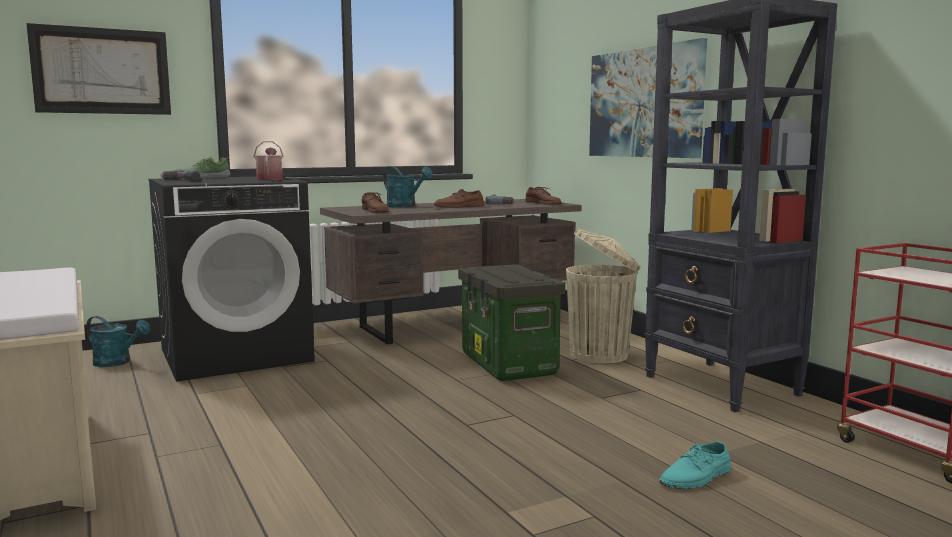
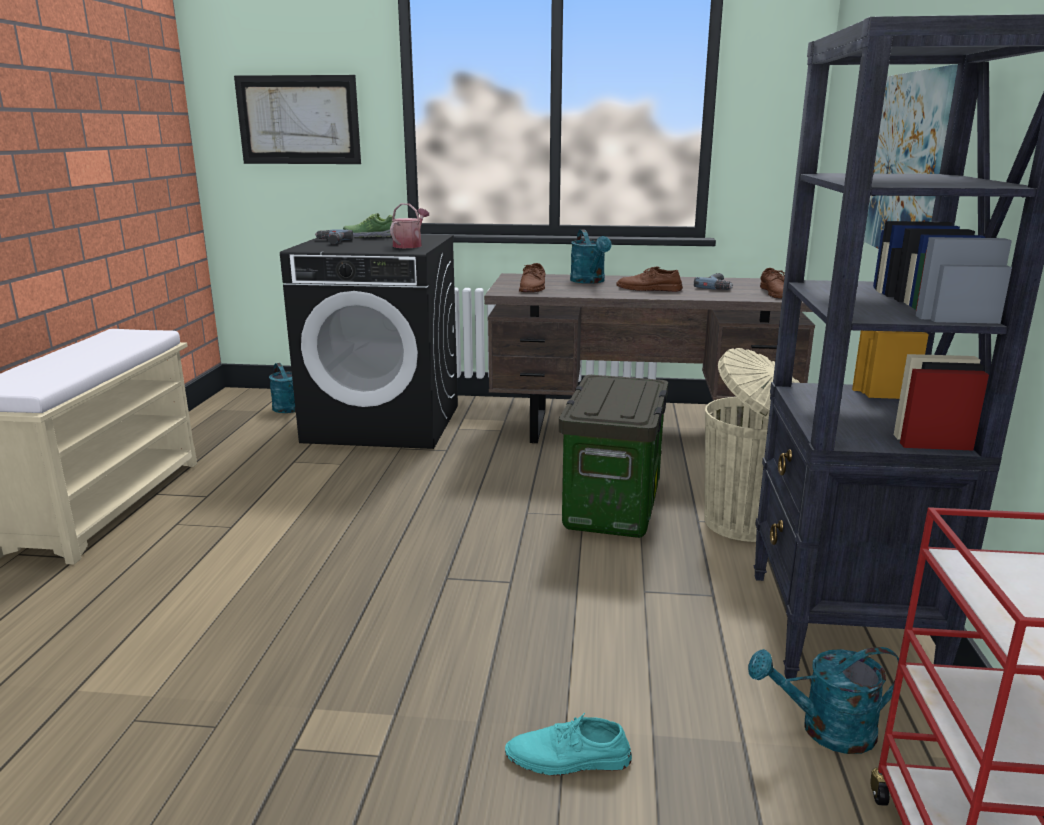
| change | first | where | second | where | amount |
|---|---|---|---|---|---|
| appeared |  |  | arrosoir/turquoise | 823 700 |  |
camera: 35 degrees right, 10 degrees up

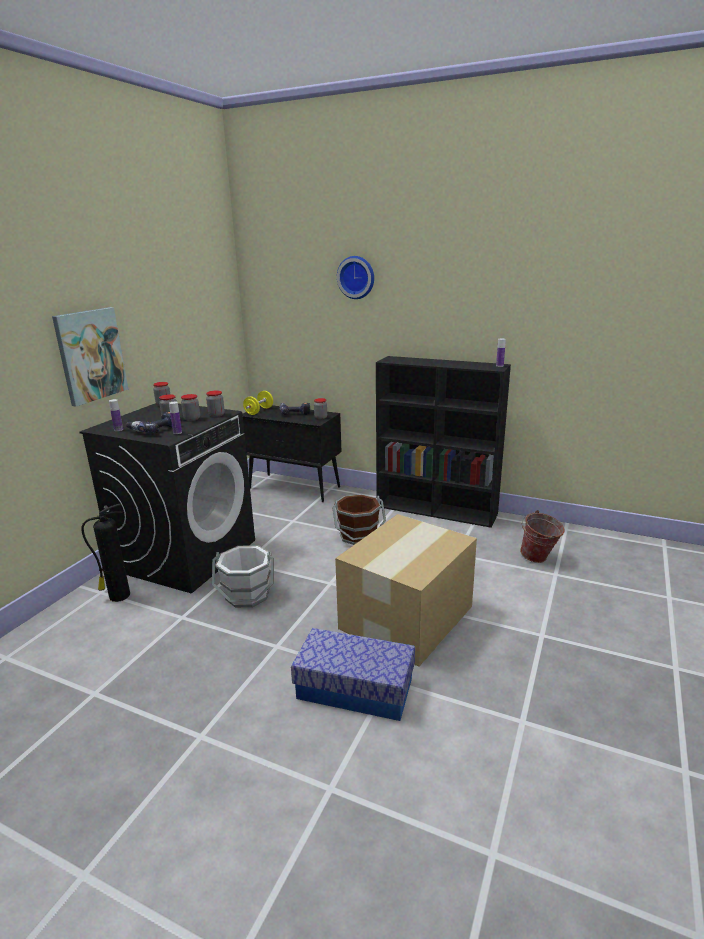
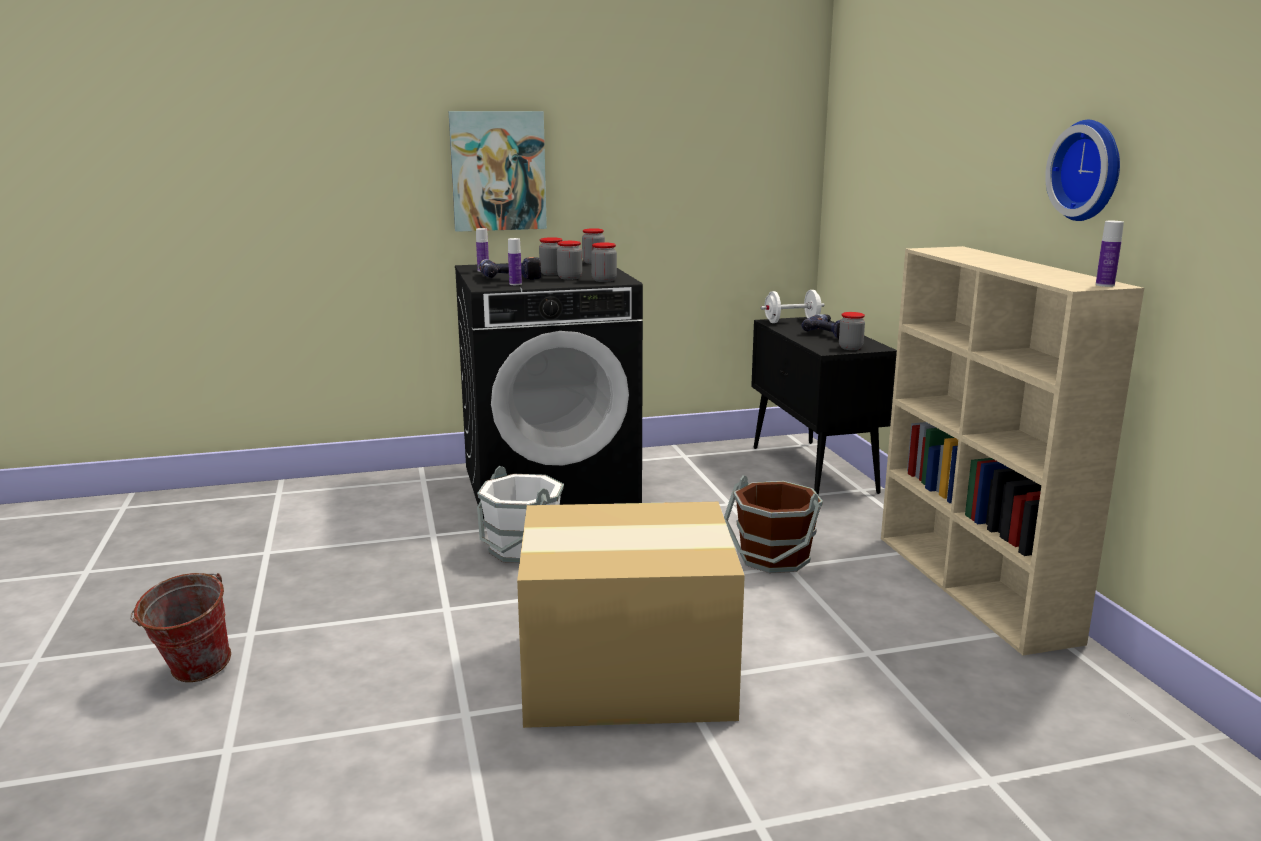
| change | first | where | second | where | amount |
|---|---|---|---|---|---|
| missing | extincteur | 105 553 |  |  |  |
| colour | haltère/jaune | 258 403 | haltère/blanc | 792 306 |  |
| missing | boîte de rangement | 353 674 |  |  |  |
| relocated | horloge murale | 355 277 |  | 1082 170 |  |
| colour | bibliothèque/noir | 443 442 | bibliothèque/beige | 1012 450 |  |
| relocated | seau | 542 536 |  | 180 627 |  |
camera: 50 degrees right, 5 degrees down

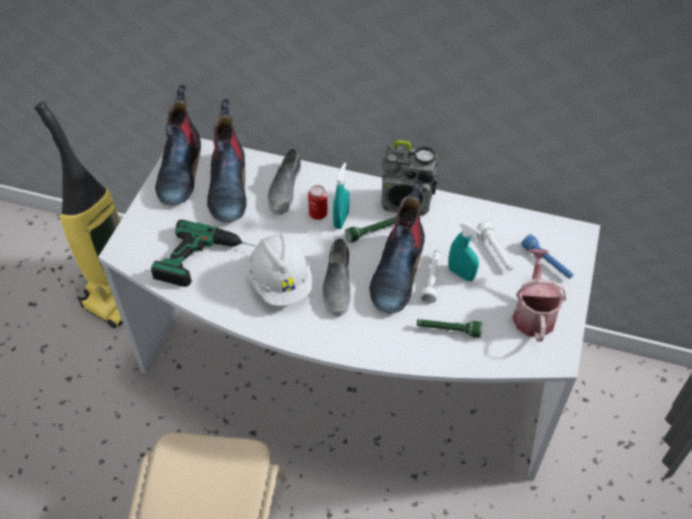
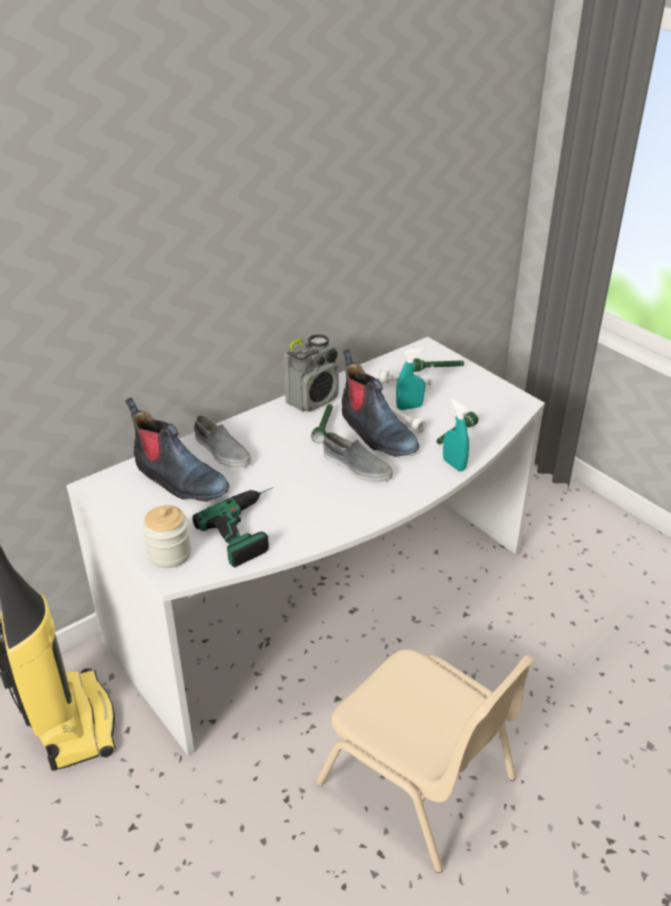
| change | first | where | second | where | amount |
|---|---|---|---|---|---|
| missing | botte | 178 145 |  |  |  |
| missing | casque de chantier/blanc | 280 270 |  |  |  |
| missing | boîte métallique | 318 202 |  |  |  |
| relocated | vaporisateur/turquoise | 341 196 |  | 456 435 |  |
| missing | arrosoir | 539 295 |  |  |  |
| colour | lampe de poche/bleu | 547 256 | lampe de poche/vert | 438 365 |  |
| appeared |  |  | bocal | 166 536 |  |
camera: 55 degrees left, 15 degrees down

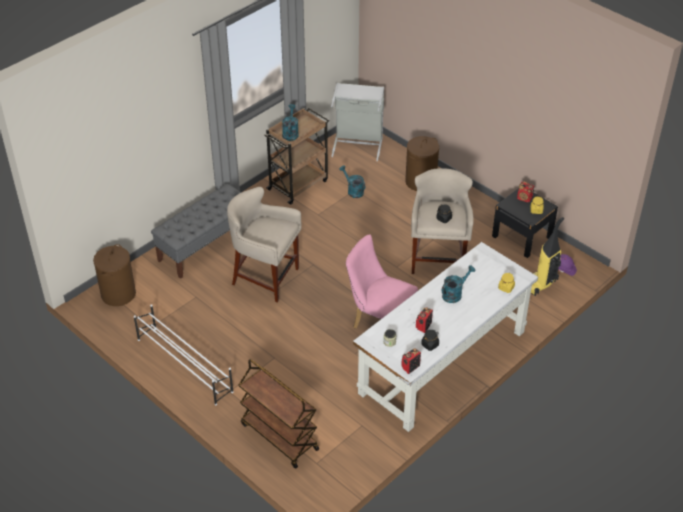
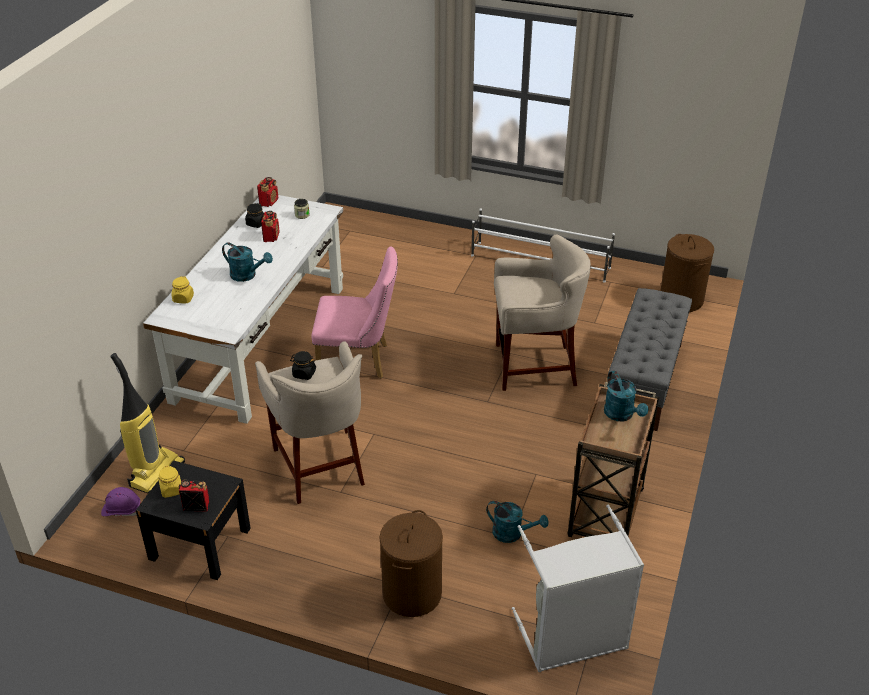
| change | first | where | second | where | amount |
|---|---|---|---|---|---|
| missing | chariot/marron | 279 414 |  |  |  |
| spun | arrosoir/turquoise | 459 284 |  | 247 262 | 90 degrees counterclockwise |
camera: 155 degrees right, 5 degrees down

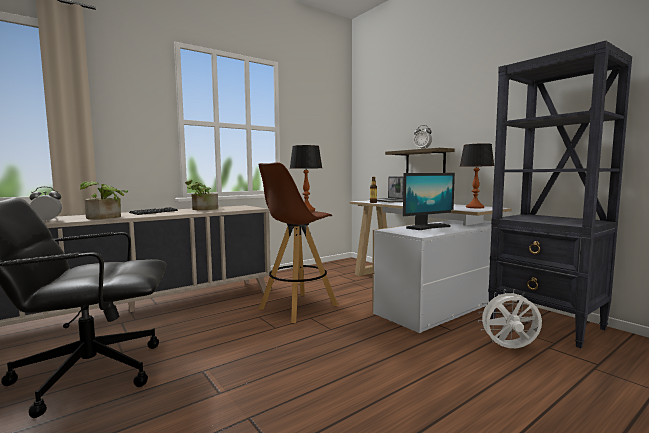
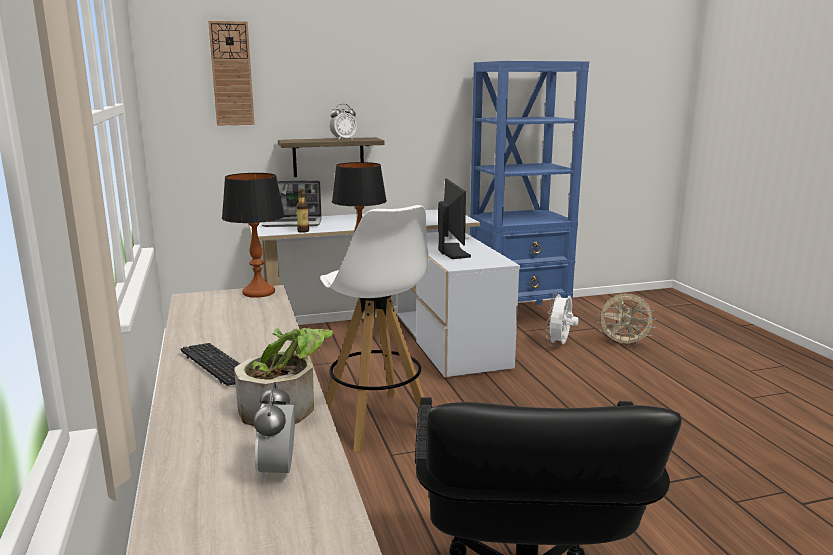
| change | first | where | second | where | amount |
|---|---|---|---|---|---|
| missing | plante en pot | 201 195 |  |  |  |
| colour | tabouret/marron | 298 242 | tabouret/blanc | 374 328 |  |
| relocated | lampe de table | 477 175 |  | 253 235 |  |
| colour | bibliothèque/noir | 560 194 | bibliothèque/bleu | 529 183 |  |
| appeared |  |  | horloge murale | 231 73 |  |
| appeared |  |  | ventilateur/beige | 626 320 |  |
camera: 70 degrees left, 10 degrees up

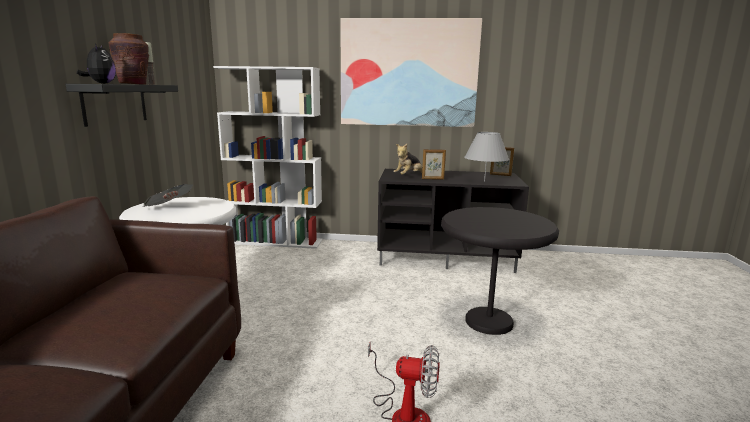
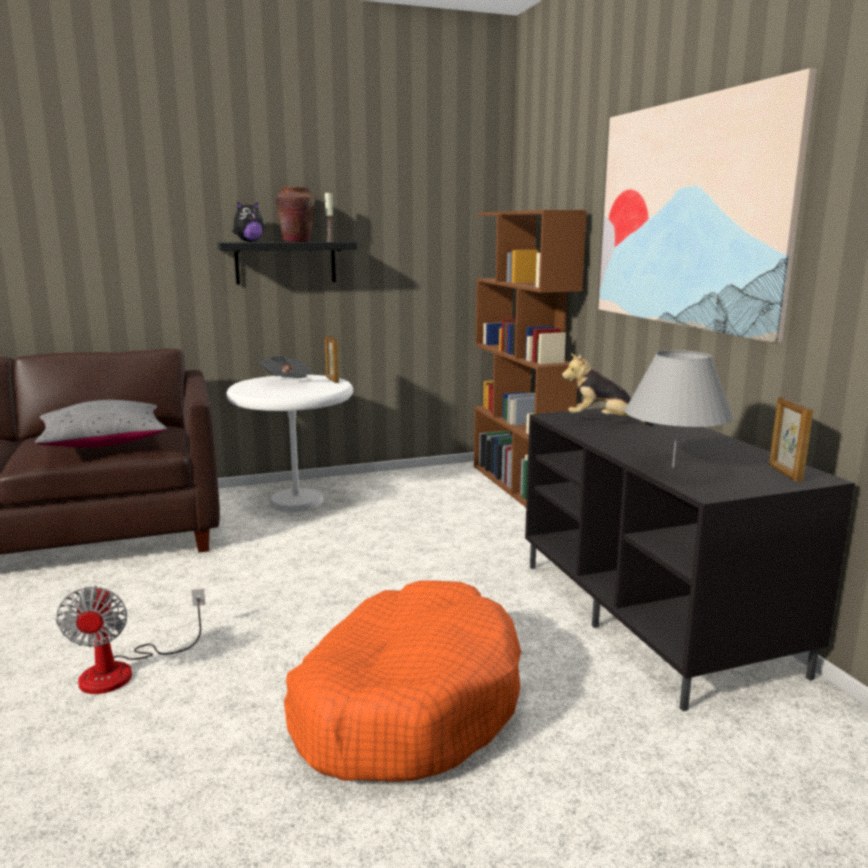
| change | first | where | second | where | amount |
|---|---|---|---|---|---|
| colour | bibliothèque/blanc | 268 157 | bibliothèque/marron | 530 358 |  |
| relocated | cadre photo | 434 164 |  | 332 359 |  |
| exchanged | table d'appoint/noir | 500 271 | panier pour chien/orange | 402 681 |  |
| appeared |  |  | coussin/gris | 101 424 |  |
camera: 65 degrees right, 0 degrees up

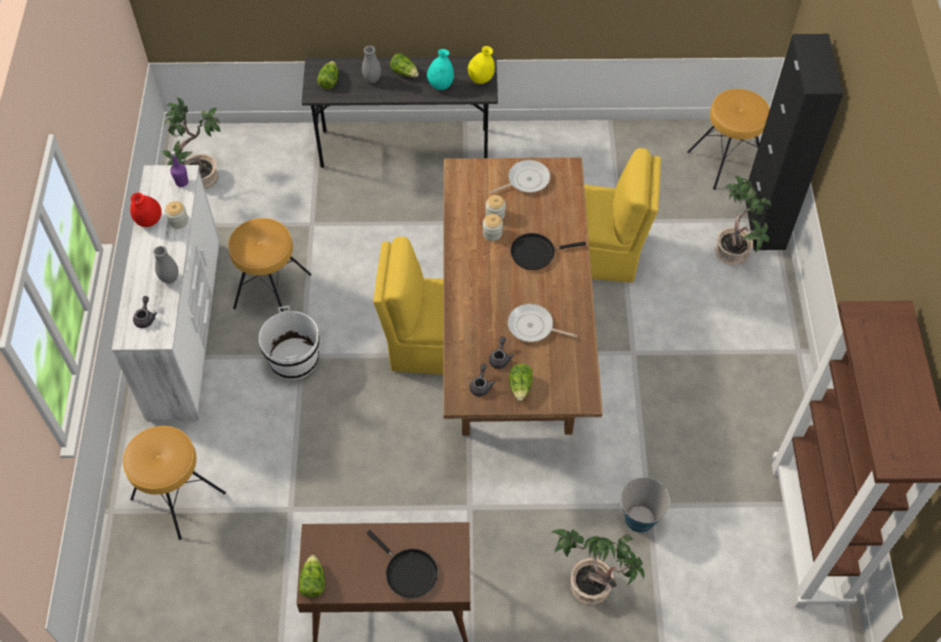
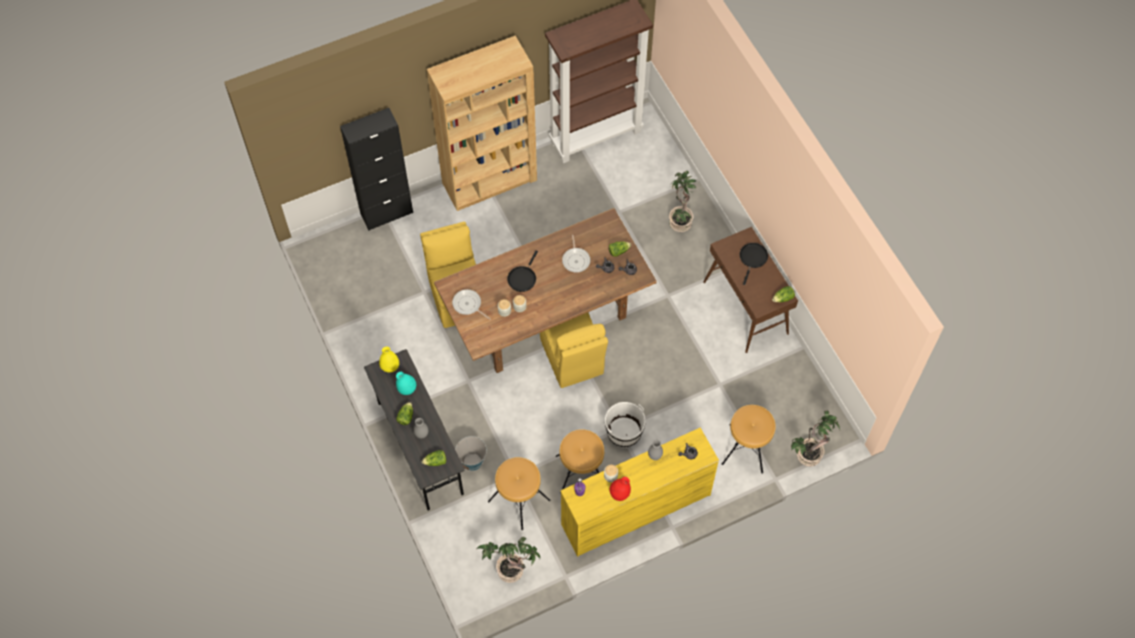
| change | first | where | second | where | amount |
|---|---|---|---|---|---|
| colour | commode/blanc | 166 292 | commode/jaune | 639 492 |  |
| spun | poêle/noir | 548 251 |  | 522 271 | 60 degrees clockwise |
| relocated | seau | 644 505 |  | 471 453 |  |
| relocated | tabouret/marron | 728 139 |  | 519 493 |  |
| relocated | plante en pot | 743 220 |  | 815 439 |  |
| appeared |  |  | bibliothèque/marron | 482 123 |  |
camera: 115 degrees left, 5 degrees up

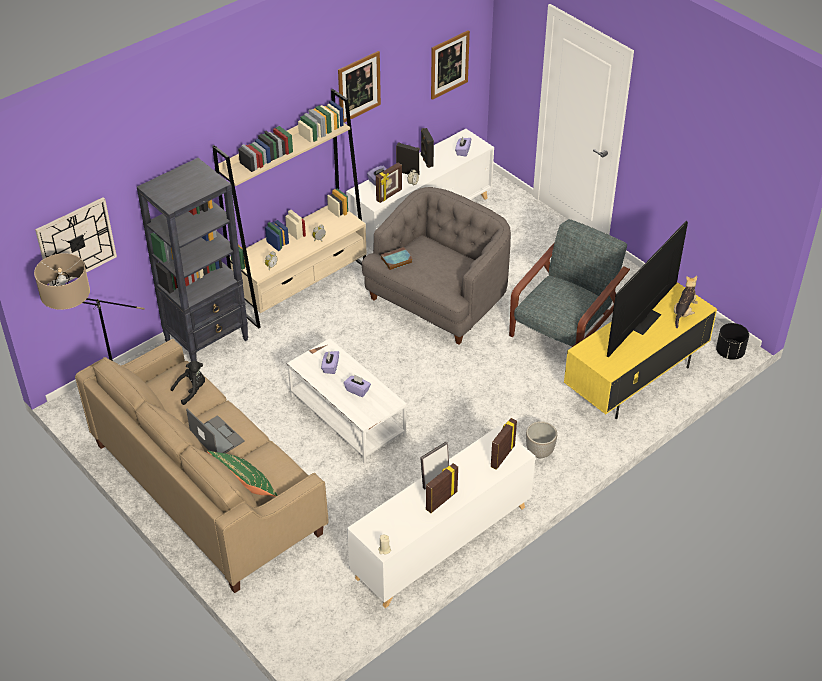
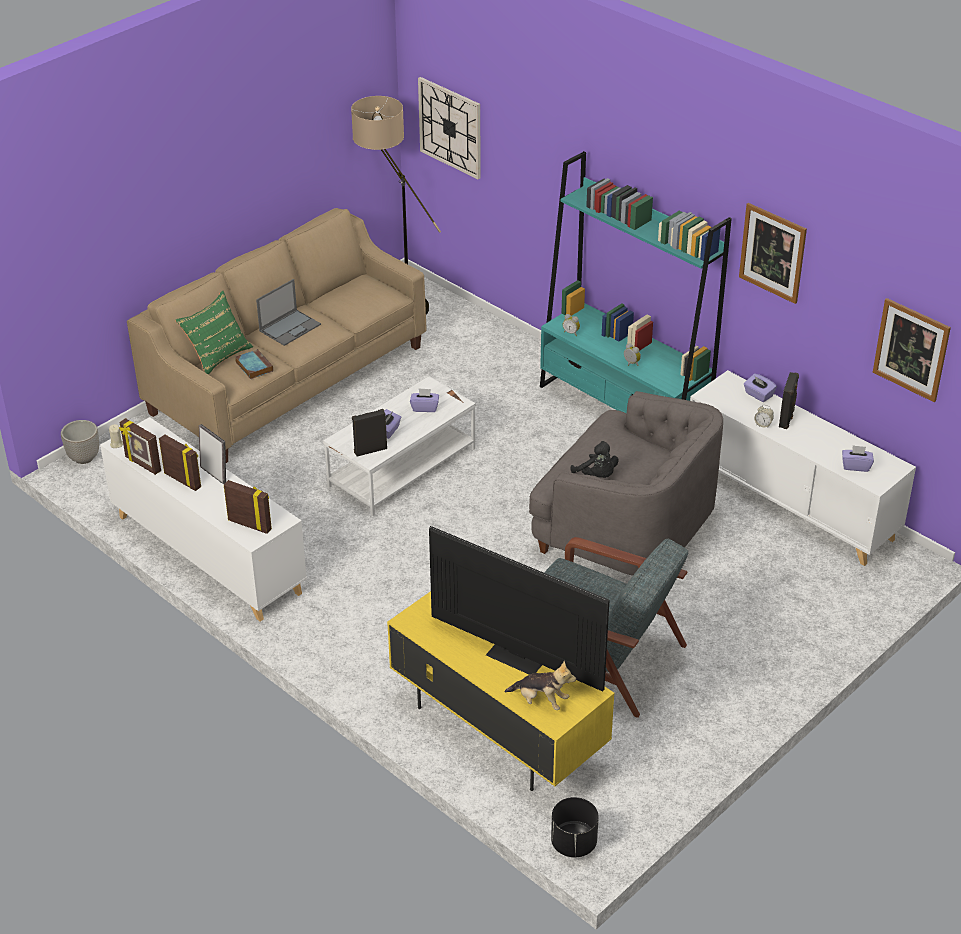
| change | first | where | second | where | amount |
|---|---|---|---|---|---|
| missing | bibliothèque/noir | 192 259 |  |  |  |
| relocated | peluche/noir | 188 383 |  | 594 459 |  |
| colour | bibliothèque/beige | 289 209 | bibliothèque/turquoise | 635 282 |  |
| relocated | cadre photo | 389 183 |  | 140 446 |  |
| relocated | livre | 397 258 |  | 254 364 |  |
| relocated | enceinte/noir | 427 148 |  | 369 433 |  |
| relocated | cache-pot | 541 439 |  | 80 442 |  |
camera: 85 degrees right, 5 degrees down

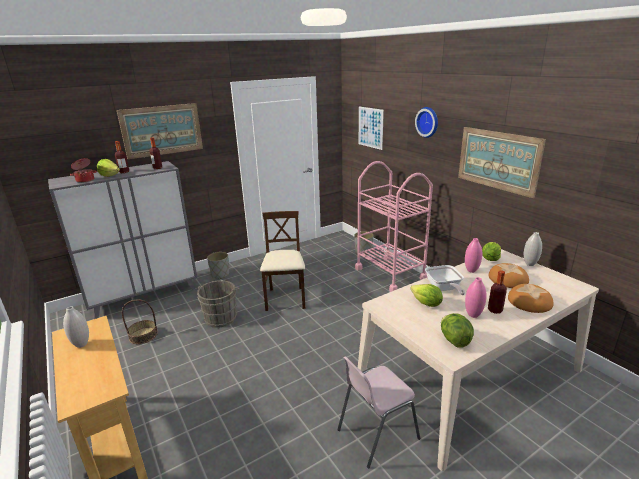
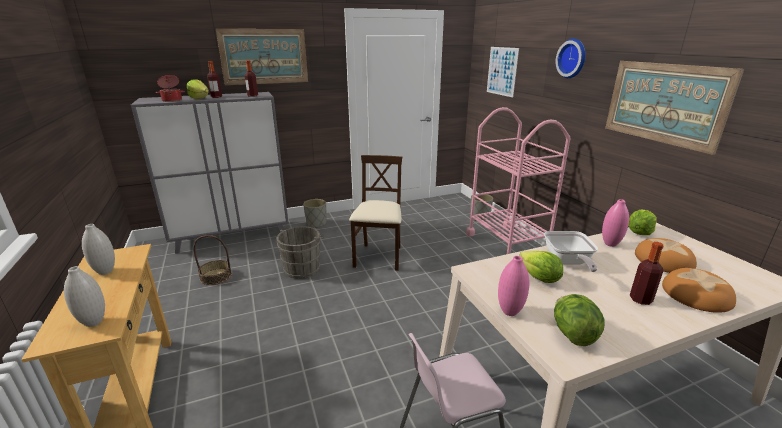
| change | first | where | second | where | amount |
|---|---|---|---|---|---|
| relocated | vase/rose | 476 297 |  | 513 286 |  |
| relocated | vase/blanc | 533 249 |  | 84 296 |  |
camera: 10 degrees right, 0 degrees up

